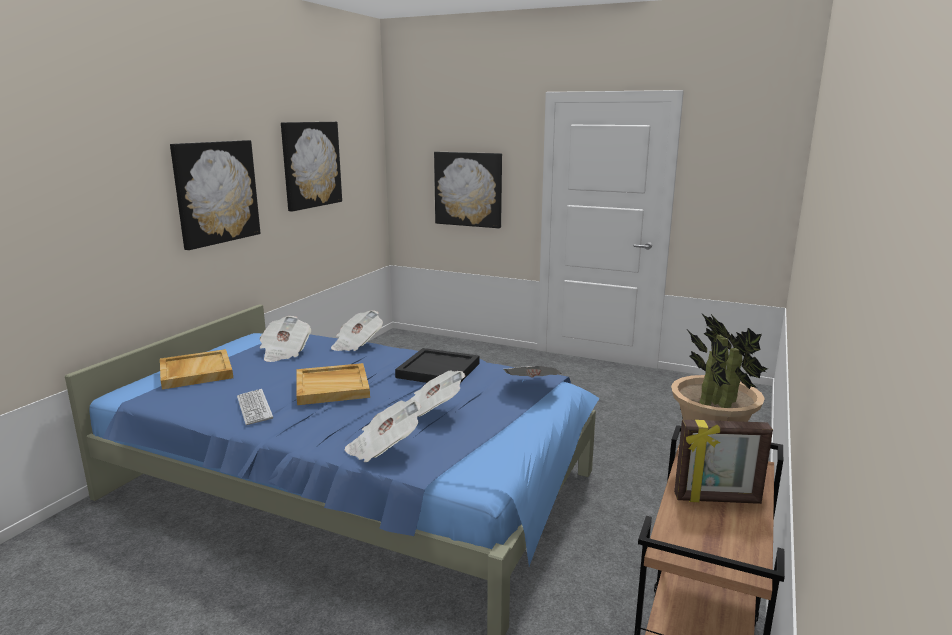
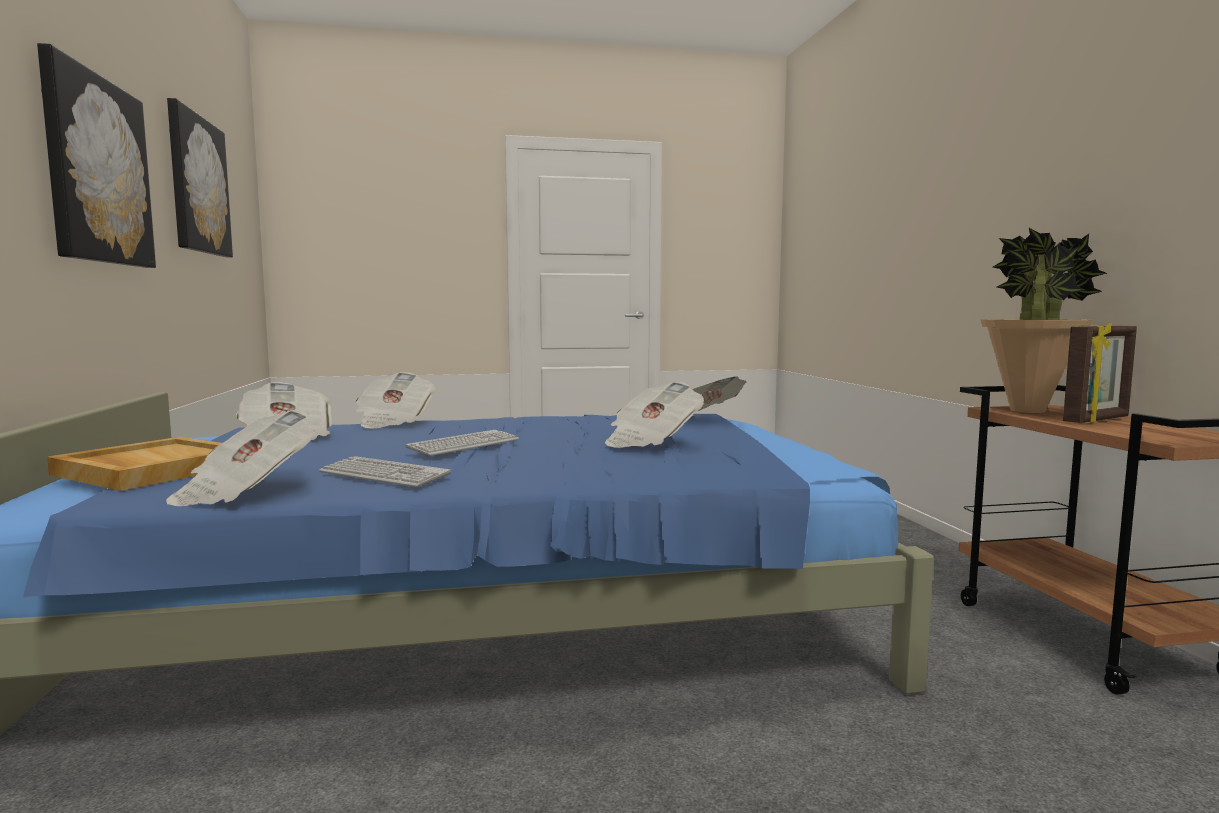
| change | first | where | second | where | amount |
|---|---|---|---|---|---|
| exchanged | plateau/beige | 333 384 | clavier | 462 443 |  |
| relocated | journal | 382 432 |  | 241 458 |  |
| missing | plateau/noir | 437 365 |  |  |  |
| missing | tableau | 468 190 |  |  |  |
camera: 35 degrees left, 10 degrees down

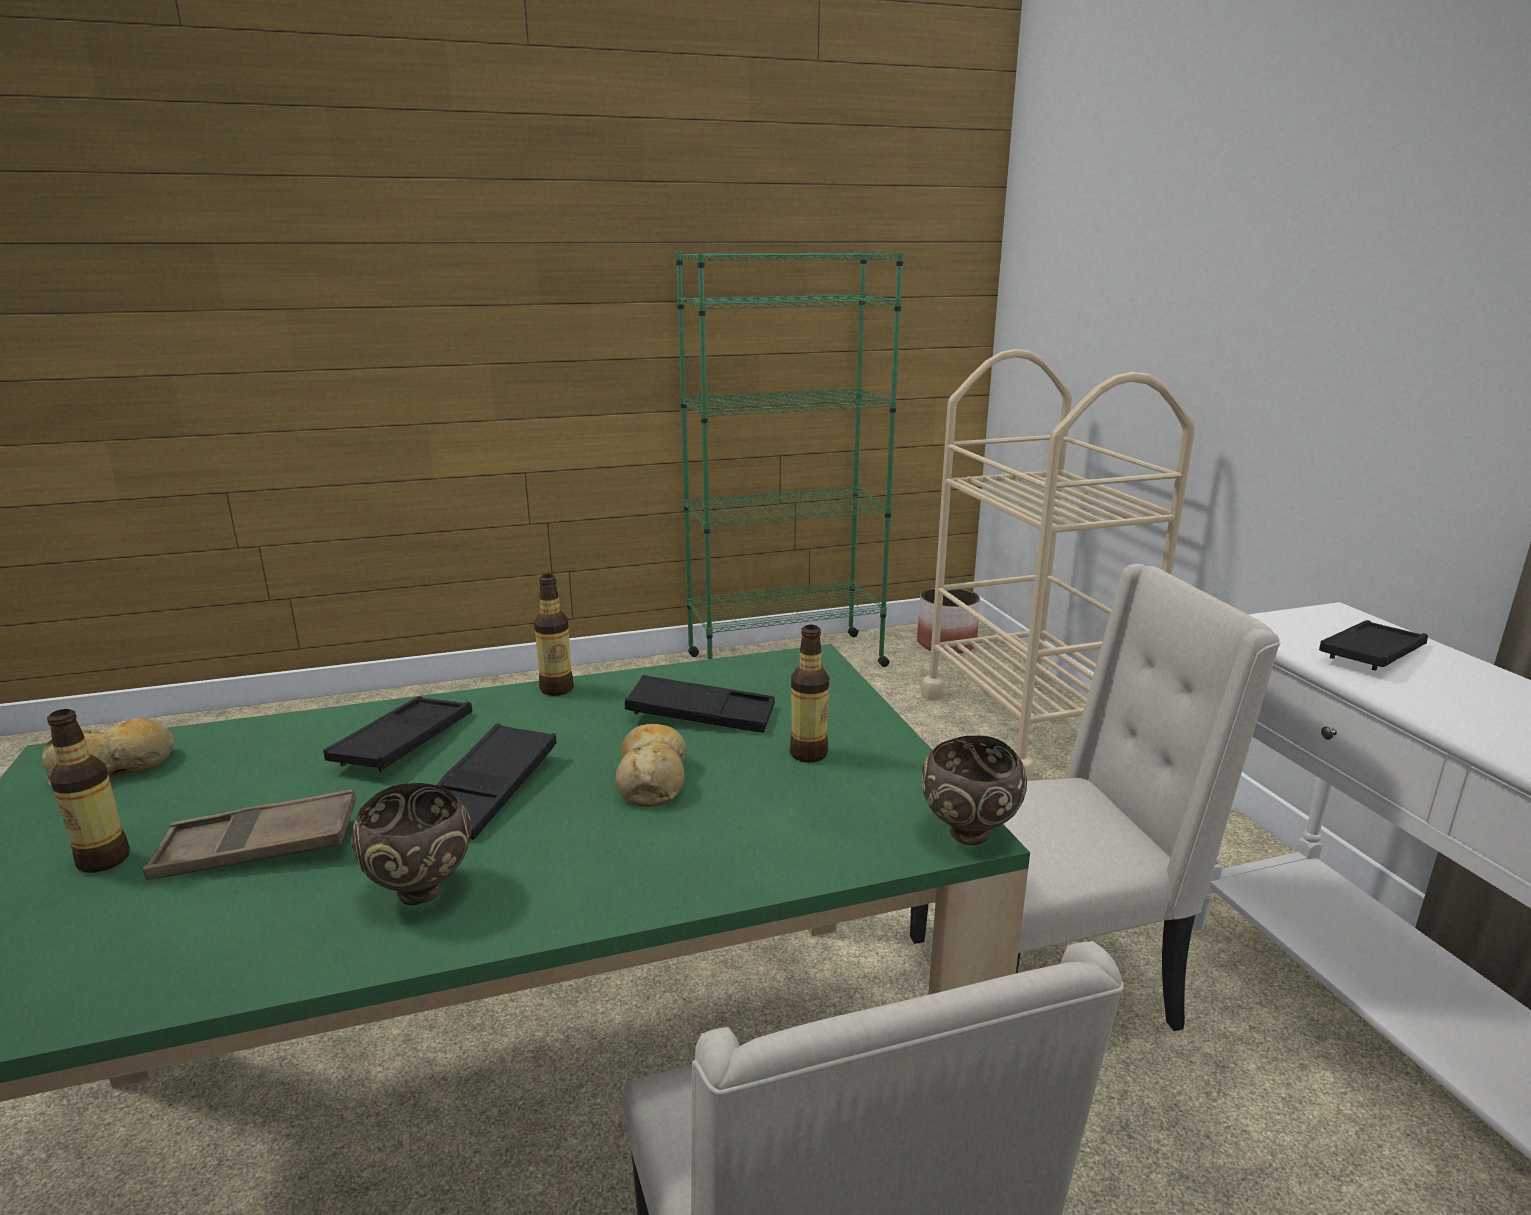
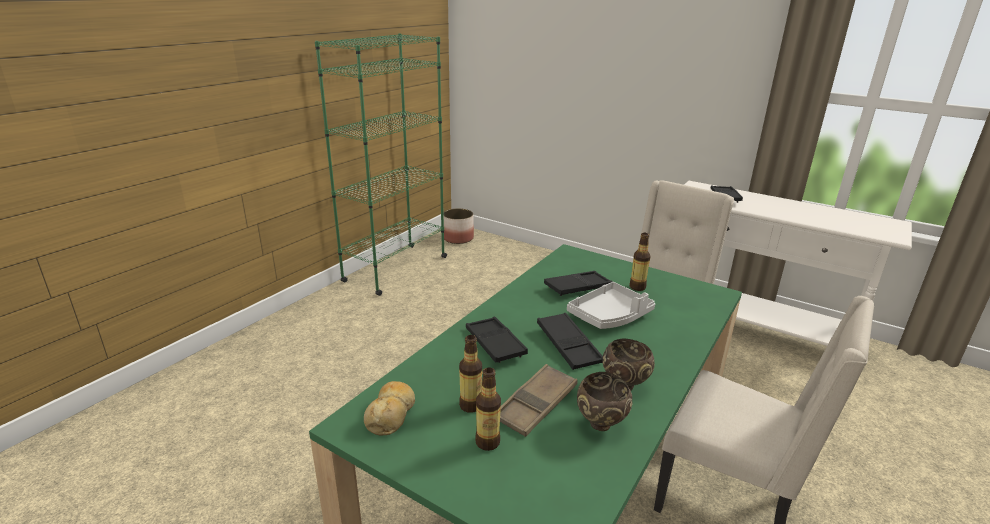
| change | first | where | second | where | amount |
|---|---|---|---|---|---|
| relocated | bouteille | 554 635 |  | 470 374 |  |
| exchanged | pain | 651 765 | plateau/gris | 611 305 |  |
| missing | chariot/beige | 1058 565 |  |  |  |
| relocated | bol/marron | 974 790 |  | 604 401 |  |
camera: 40 degrees left, 5 degrees up

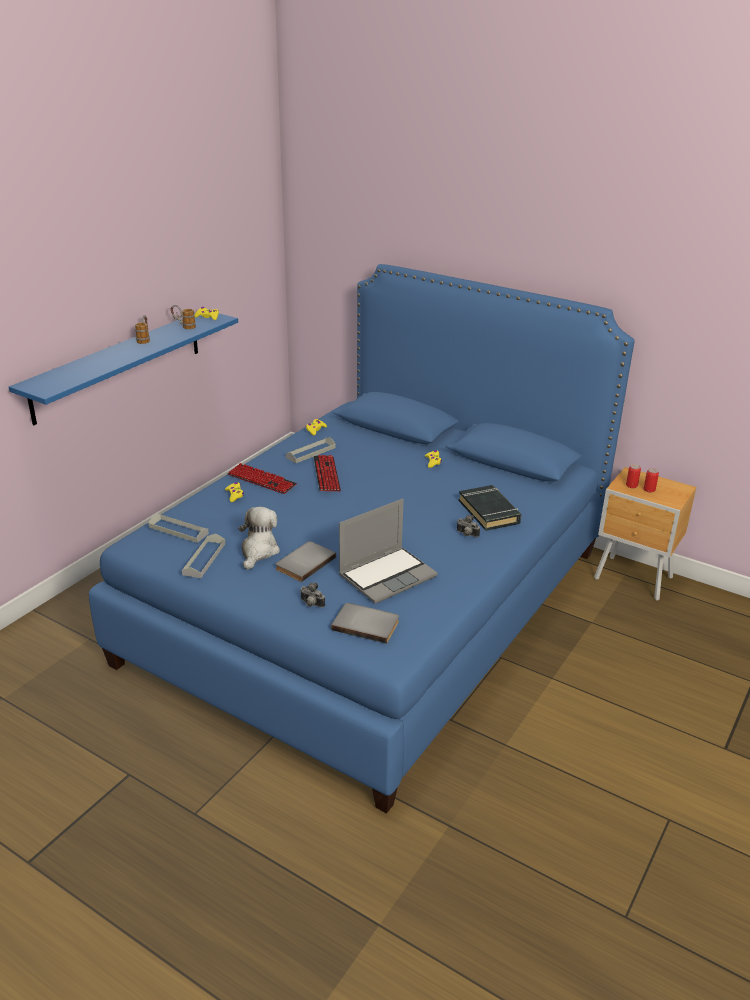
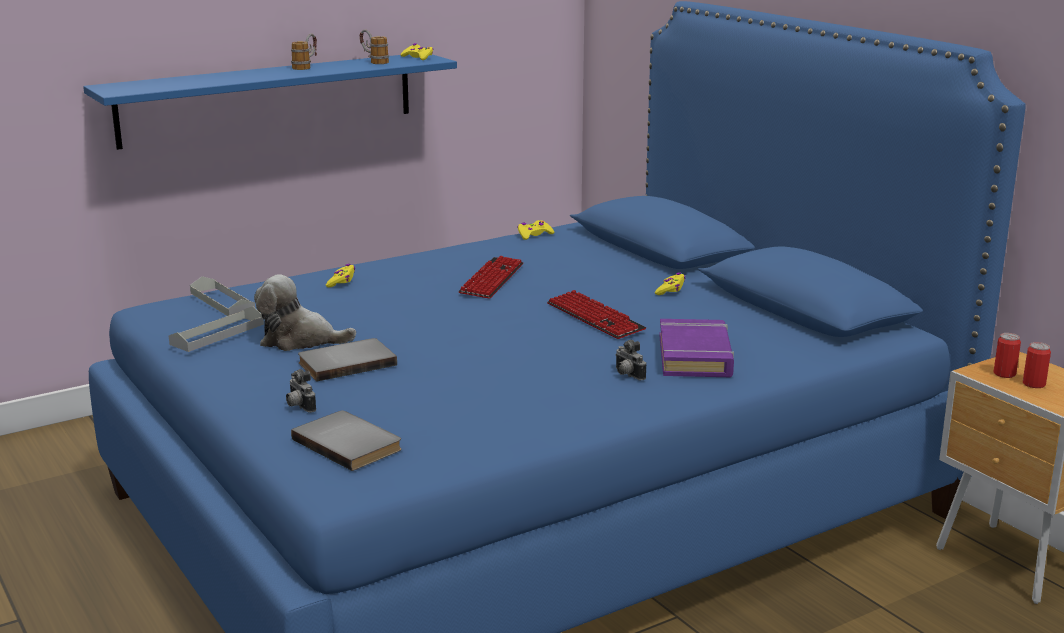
| change | first | where | second | where | amount |
|---|---|---|---|---|---|
| relocated | clavier | 262 478 |  | 596 314 |  |
| spun | peluche | 259 538 |  | 305 312 | 120 degrees counterclockwise |
| missing | plateau/gris | 311 450 |  |  |  |
| missing | ordinateur portable | 388 551 |  |  |  |
| colour | livre/noir | 490 508 | livre/violet | 697 348 |  |
camera: 25 degrees right, 10 degrees down

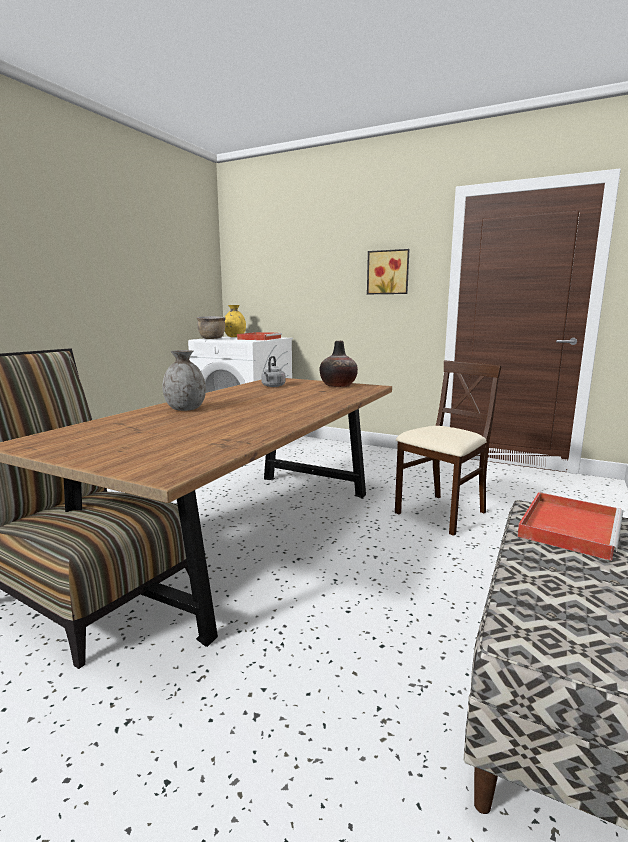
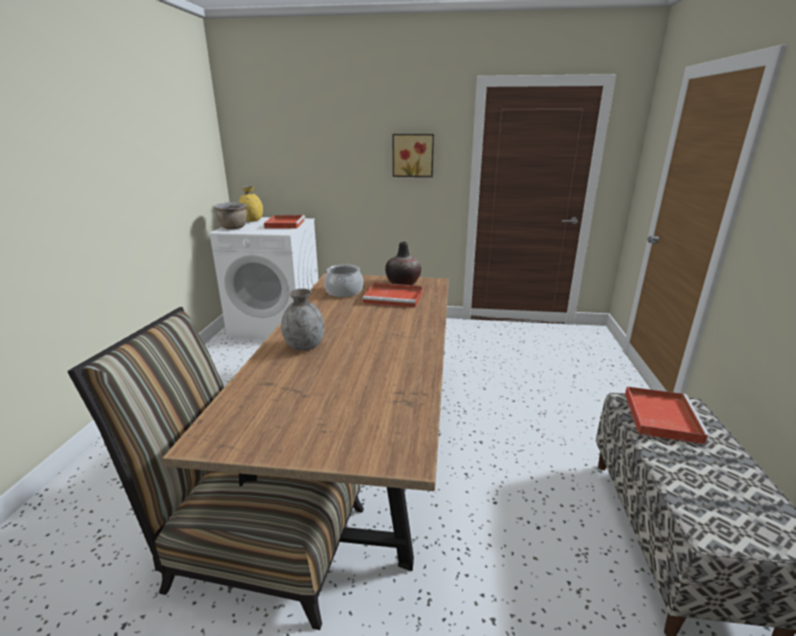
| change | first | where | second | where | amount |
|---|---|---|---|---|---|
| exchanged | bouilloire/gris | 273 371 | marmite | 343 281 |  |
| missing | chaise/beige | 448 448 |  |  |  |
| appeared |  |  | plateau/rouge | 393 295 |  |
camera: 20 degrees left, 10 degrees up

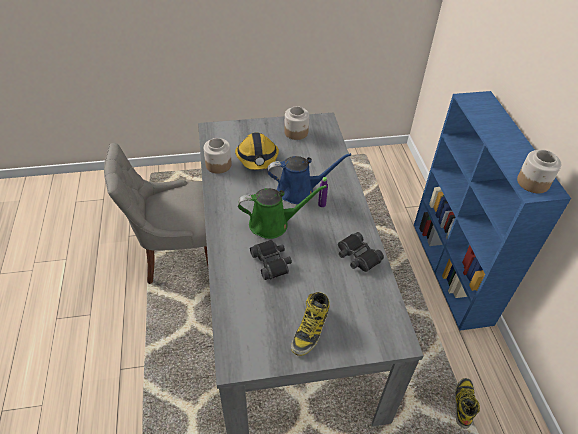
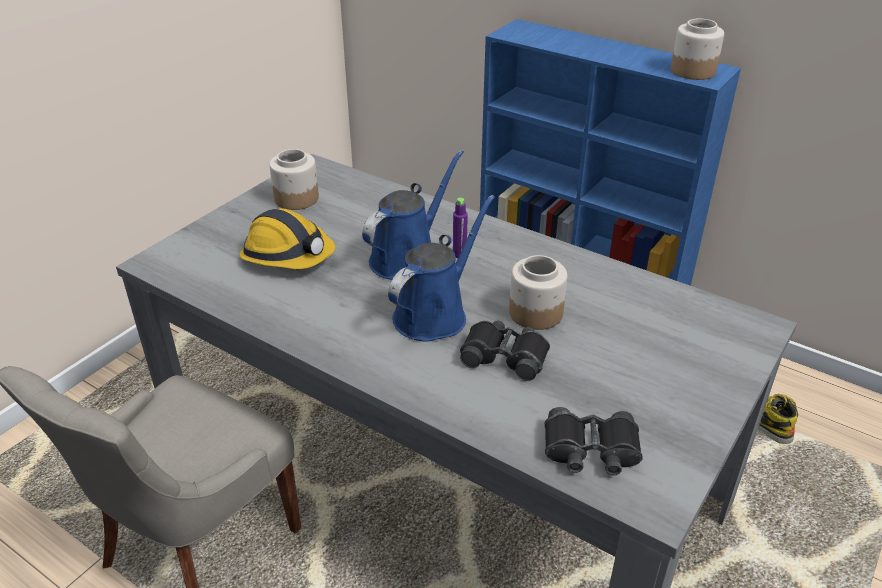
| change | first | where | second | where | amount |
|---|---|---|---|---|---|
| relocated | bocal | 218 156 |  | 538 292 |  |
| colour | arrosoir/vert | 282 212 | arrosoir/bleu | 441 268 |  |
| missing | botte | 310 324 |  |  |  |
| relocated | jumelles/noir | 361 252 |  | 593 441 |  |
camera: 45 degrees left, 10 degrees down

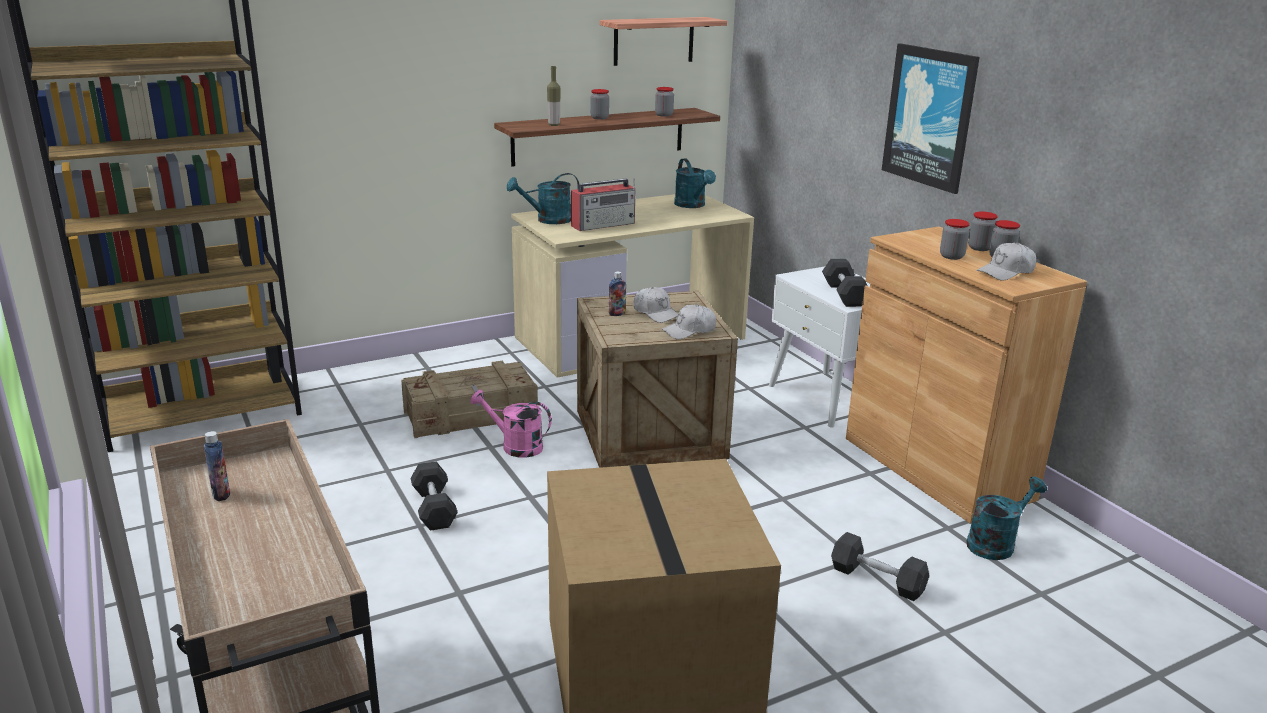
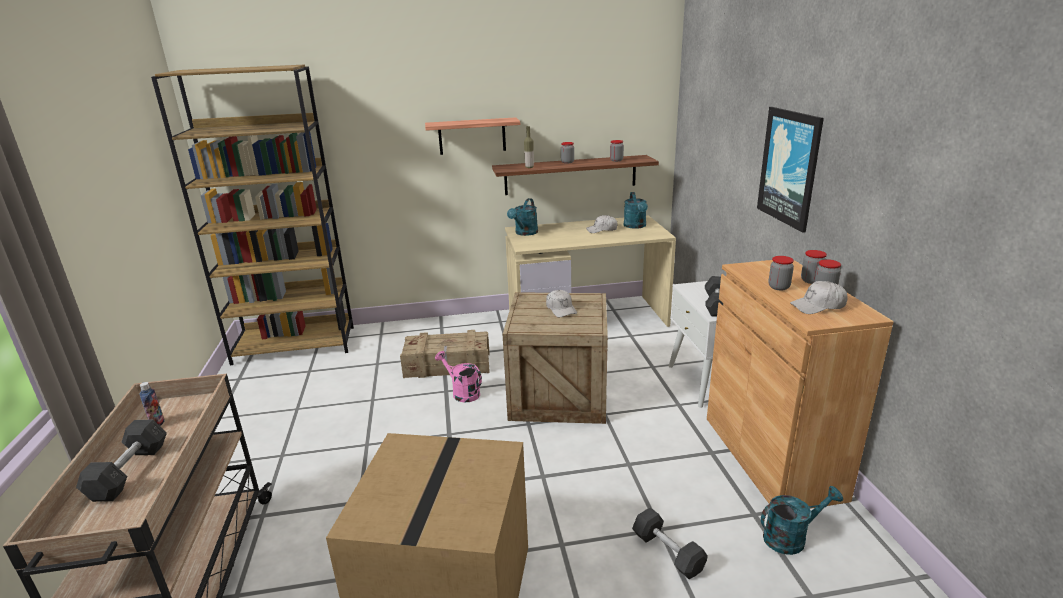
| change | first | where | second | where | amount |
|---|---|---|---|---|---|
| relocated | haltère/gris | 434 496 |  | 121 461 |  |
| spun | arrosoir/turquoise | 543 198 |  | 522 217 | 60 degrees counterclockwise |
| missing | radio | 603 204 |  |  |  |
| relocated | étagère | 663 41 |  | 472 136 |  |
| missing | bouteille | 617 293 |  |  |  |
| relocated | casquette/blanc | 689 321 |  | 602 224 |  |
camera: 20 degrees right, 0 degrees up

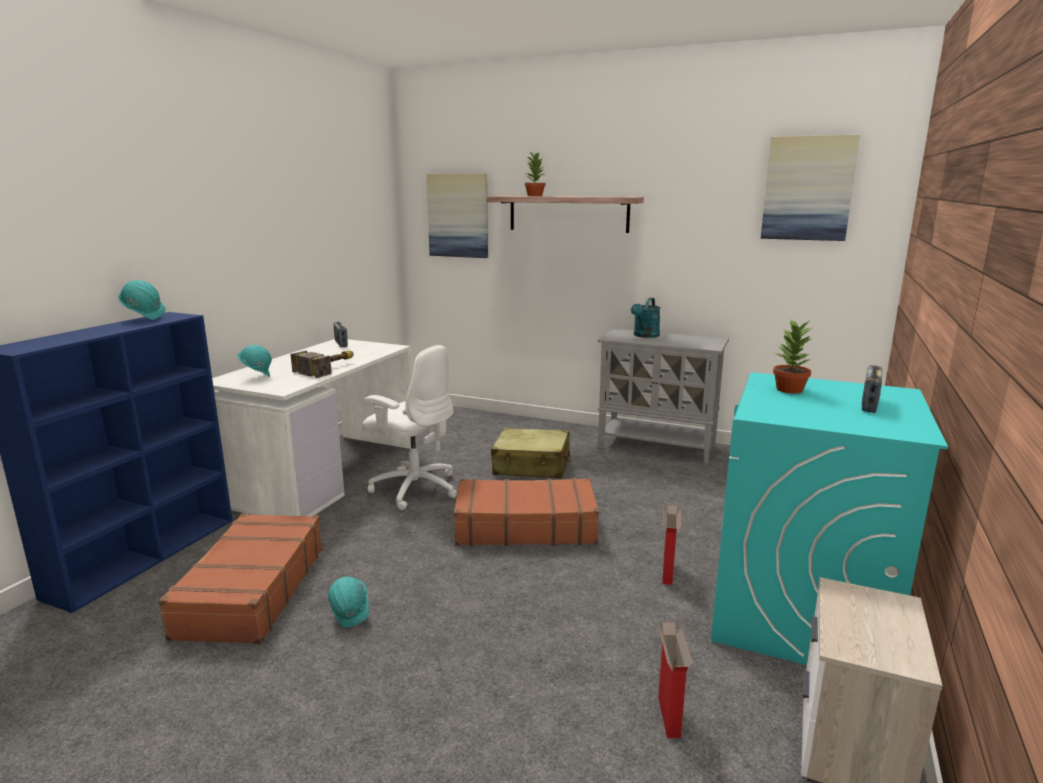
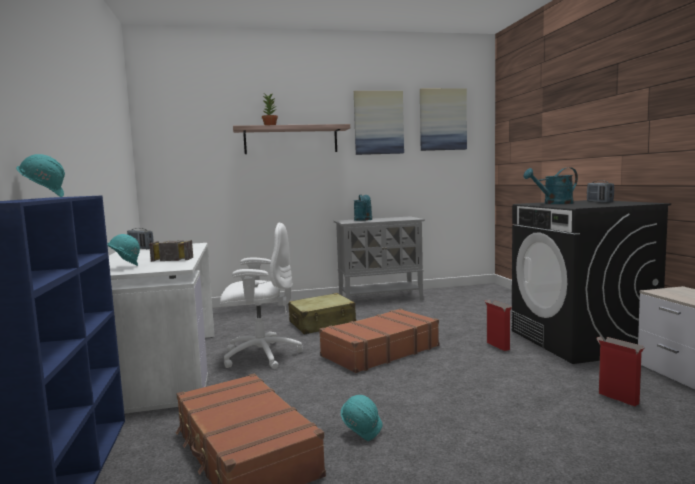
| change | first | where | second | where | amount |
|---|---|---|---|---|---|
| relocated | tableau | 457 216 |  | 379 123 |  |
| colour | lave-linge/turquoise | 829 518 | lave-linge/noir | 591 282 |  |
| exchanged | plante en pot | 792 356 | arrosoir/turquoise | 550 185 |  |
camera: 35 degrees left, 10 degrees down

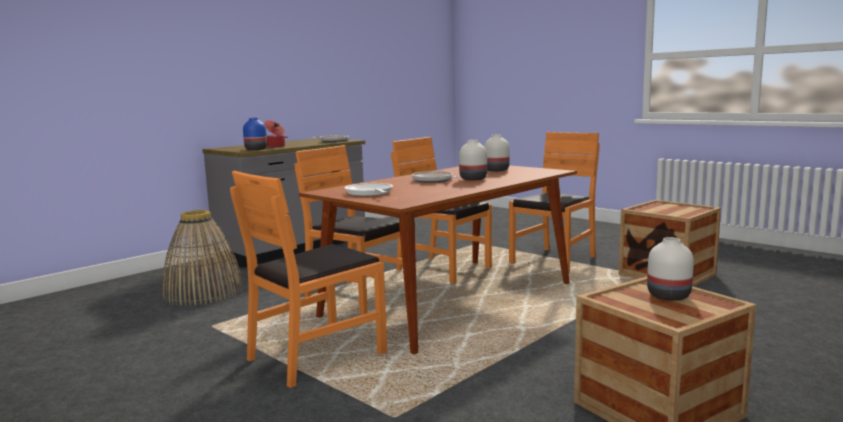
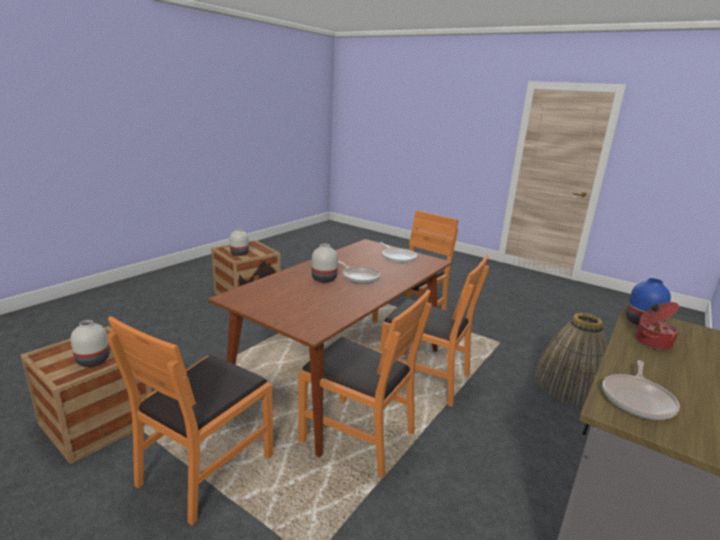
| change | first | where | second | where | amount |
|---|---|---|---|---|---|
| relocated | vase/blanc | 497 153 |  | 90 343 |  |
camera: 170 degrees right, 10 degrees up

